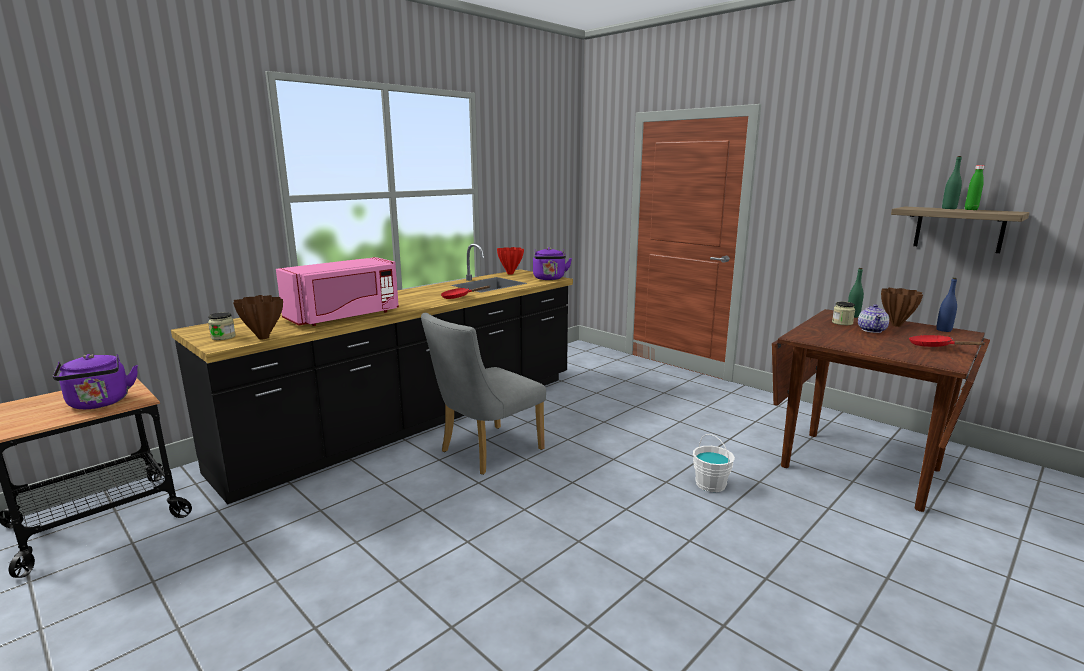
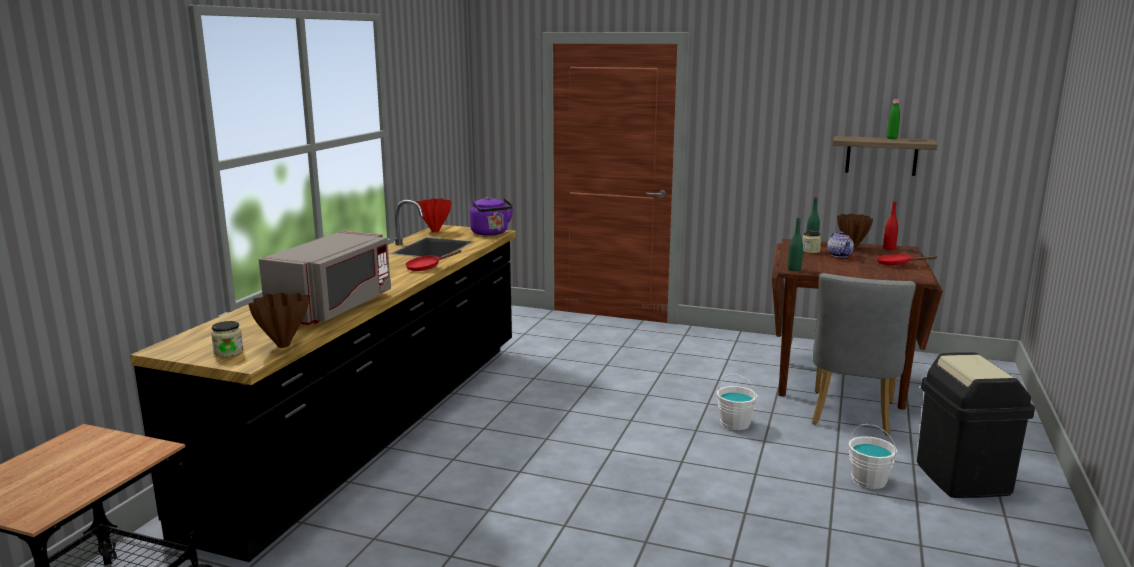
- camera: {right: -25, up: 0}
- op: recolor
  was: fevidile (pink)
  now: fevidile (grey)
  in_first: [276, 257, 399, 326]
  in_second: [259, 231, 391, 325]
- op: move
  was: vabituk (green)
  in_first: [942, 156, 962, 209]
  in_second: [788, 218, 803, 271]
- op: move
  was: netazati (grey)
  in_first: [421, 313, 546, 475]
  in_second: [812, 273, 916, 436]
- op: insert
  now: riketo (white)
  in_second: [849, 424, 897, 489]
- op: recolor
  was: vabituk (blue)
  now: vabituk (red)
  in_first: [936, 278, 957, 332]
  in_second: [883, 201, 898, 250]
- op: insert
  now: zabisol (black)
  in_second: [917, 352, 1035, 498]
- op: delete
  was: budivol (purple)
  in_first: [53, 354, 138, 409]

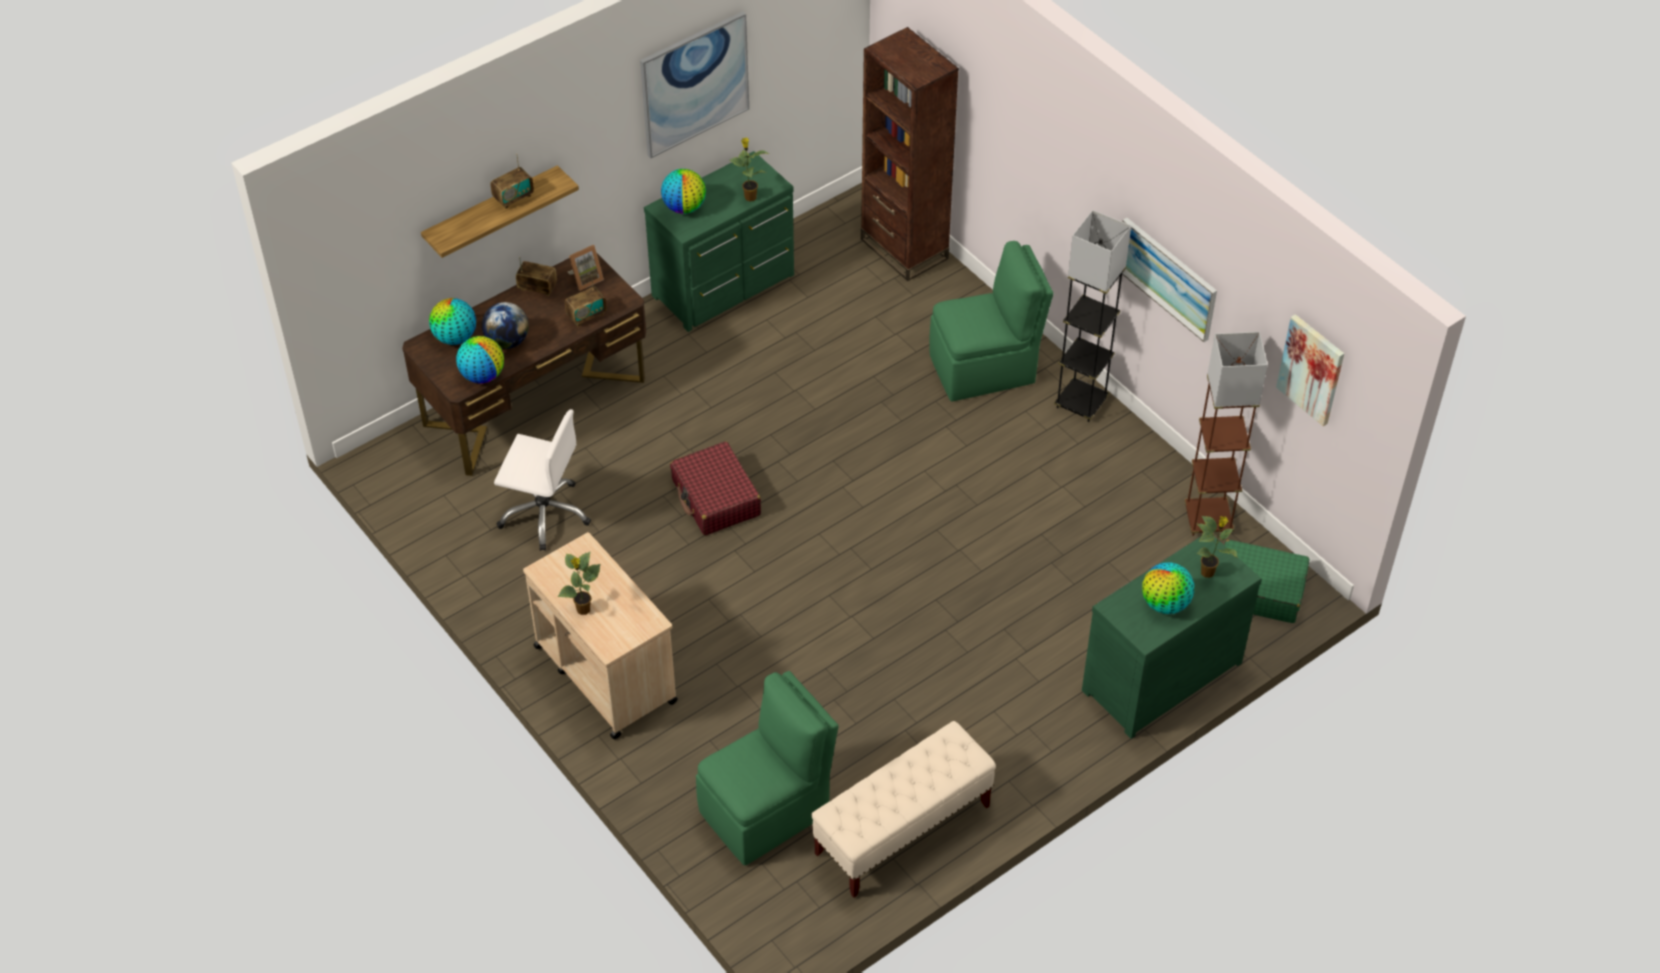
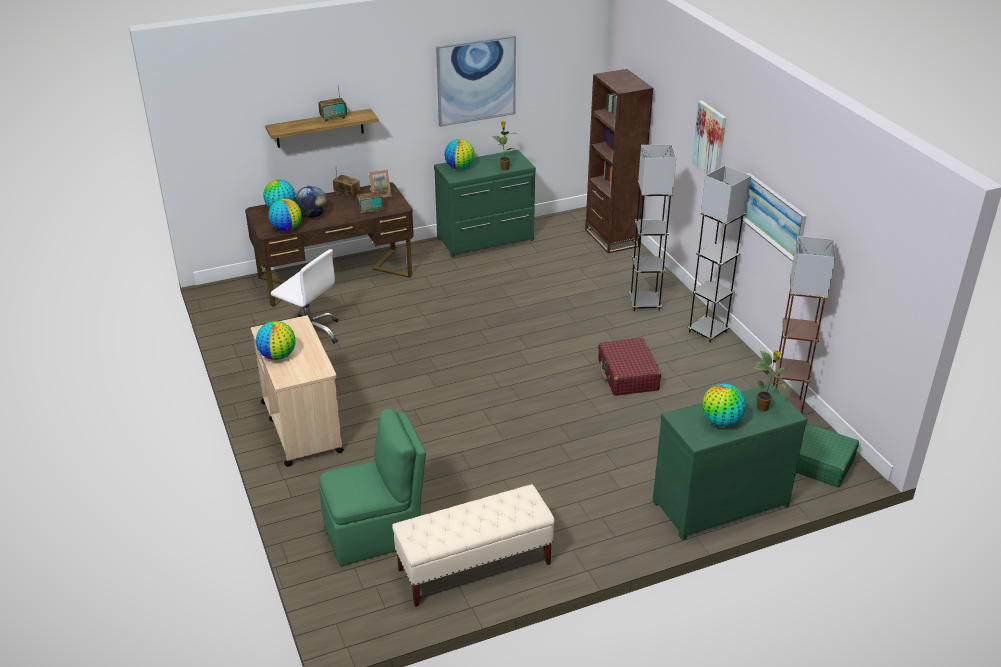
- camera: {right: 15, up: -15}
- op: replace
  was: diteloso
  now: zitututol
  in_first: [557, 551, 601, 615]
  in_second: [256, 321, 296, 360]
- op: move
  was: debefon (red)
  in_first: [670, 441, 761, 536]
  in_second: [598, 338, 661, 396]
- op: replace
  was: netazati (green)
  now: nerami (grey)
  in_first: [929, 241, 1054, 402]
  in_second: [629, 144, 676, 311]
- op: move
  was: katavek
  in_first: [1276, 314, 1344, 426]
  in_second: [692, 101, 726, 175]

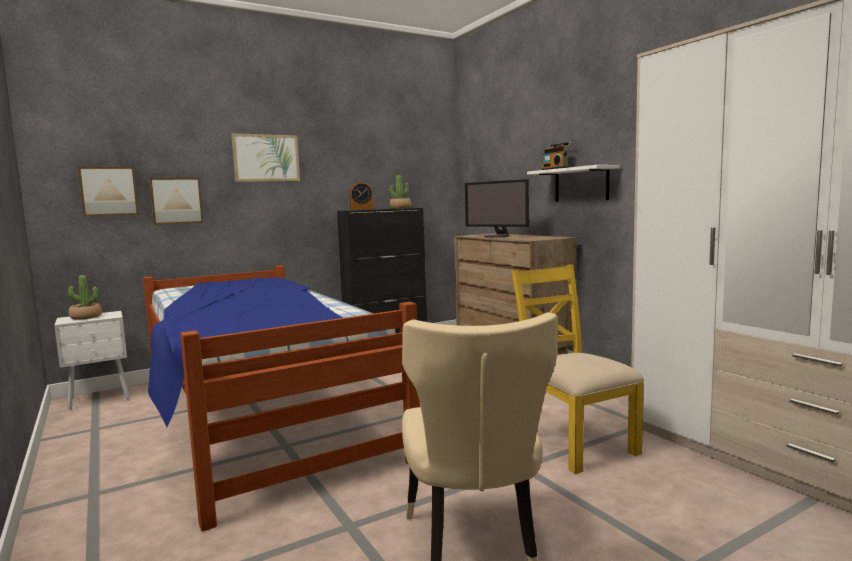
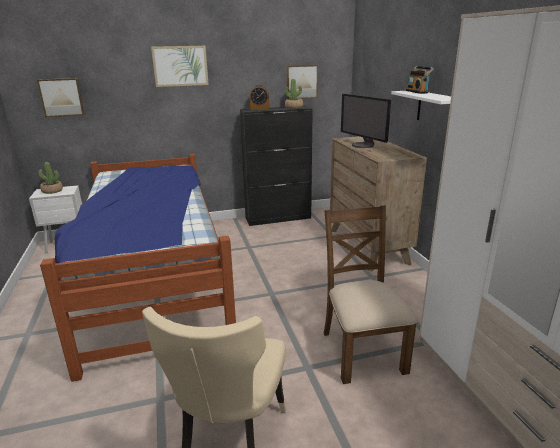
- camera: {right: 15, up: 15}
- op: move
  was: katavek
  in_first: [149, 178, 203, 225]
  in_second: [286, 65, 318, 99]
- op: recolor
  was: netazati (yellow)
  now: netazati (brown)
  in_first: [512, 264, 644, 474]
  in_second: [324, 205, 417, 384]

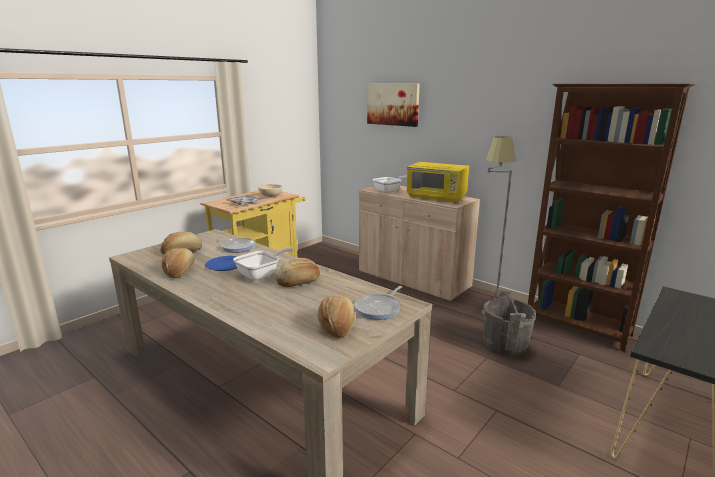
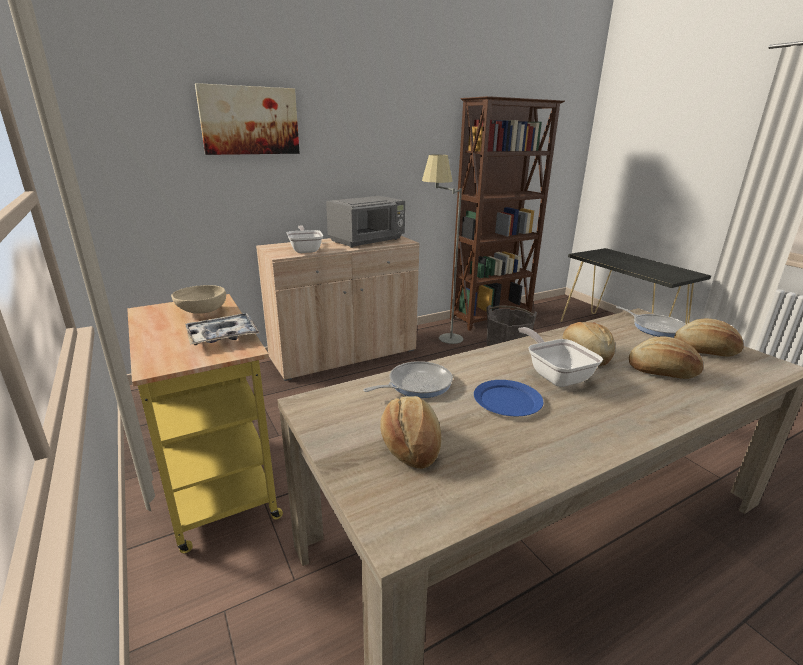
- camera: {right: -70, up: 5}
- op: recolor
  was: fevidile (yellow)
  now: fevidile (grey)
  in_first: [406, 162, 469, 203]
  in_second: [326, 196, 405, 248]
- op: move
  was: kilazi
  in_first: [161, 248, 195, 278]
  in_second: [629, 336, 703, 379]

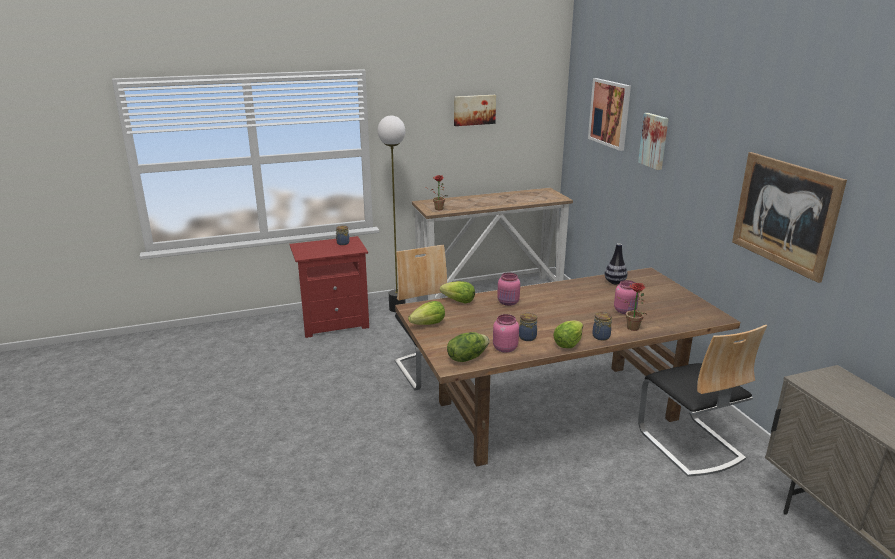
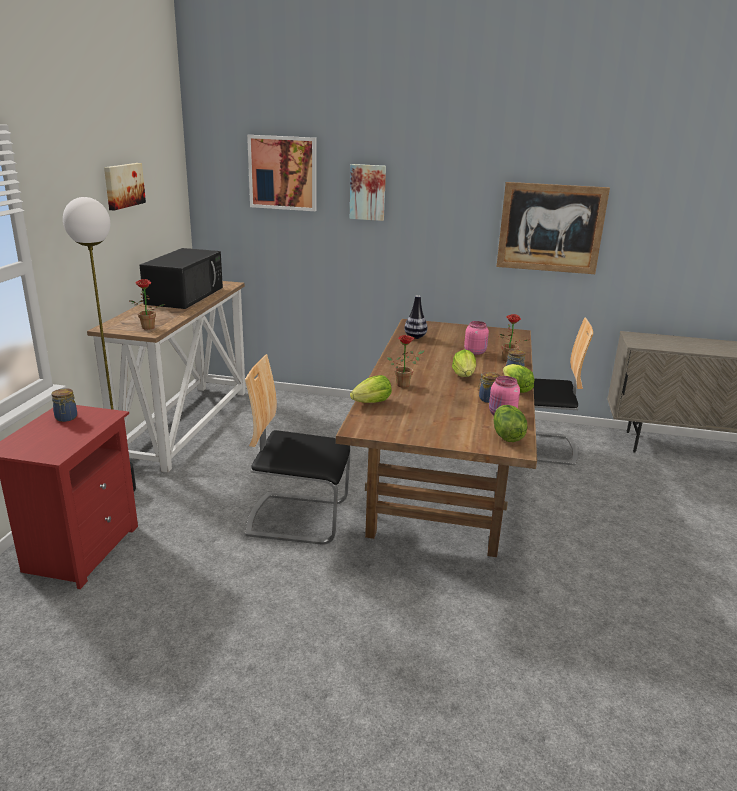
- camera: {right: -60, up: 0}
- op: insert
  now: fevidile (black)
  in_second: [139, 248, 223, 309]
- op: replace
  was: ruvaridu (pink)
  now: diteloso
  in_first: [497, 272, 520, 306]
  in_second: [387, 335, 425, 388]
- op: move
  was: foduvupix
  in_first: [408, 301, 445, 325]
  in_second: [452, 349, 476, 377]

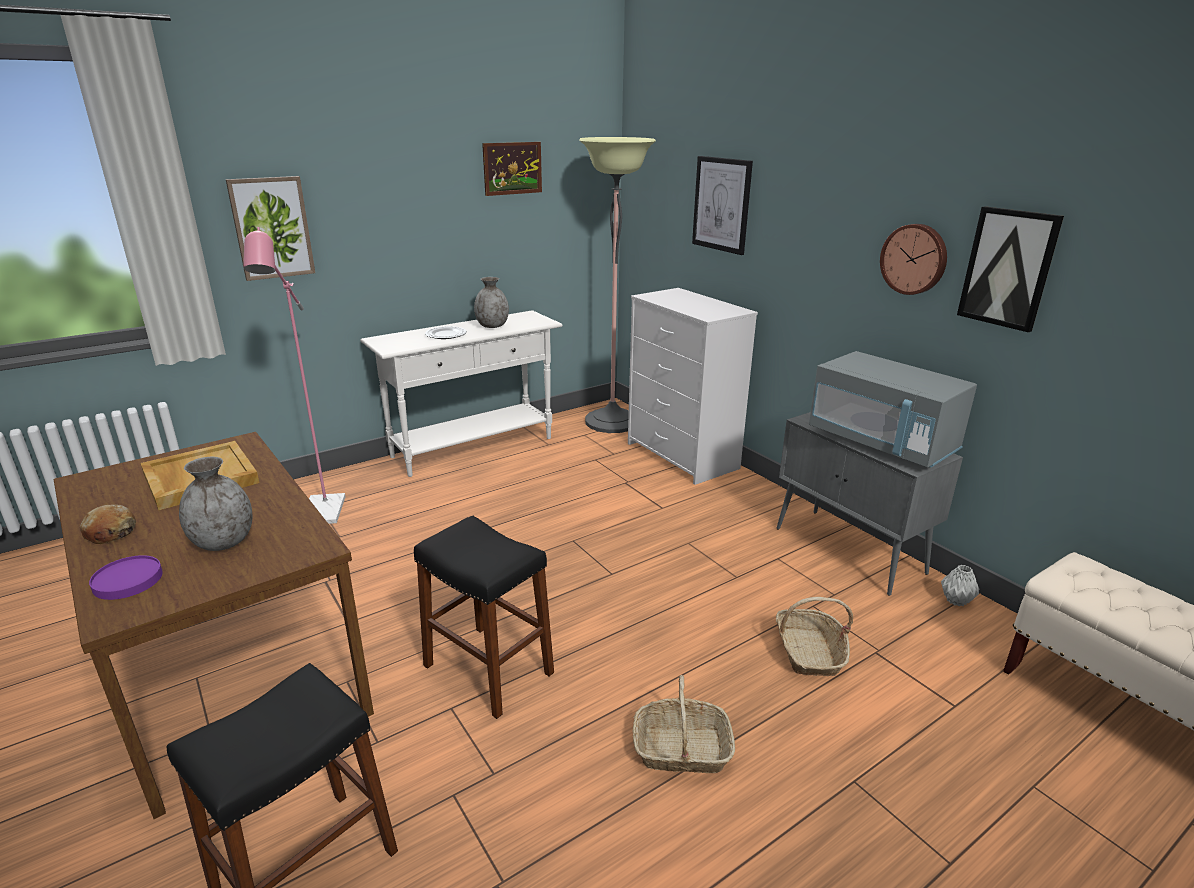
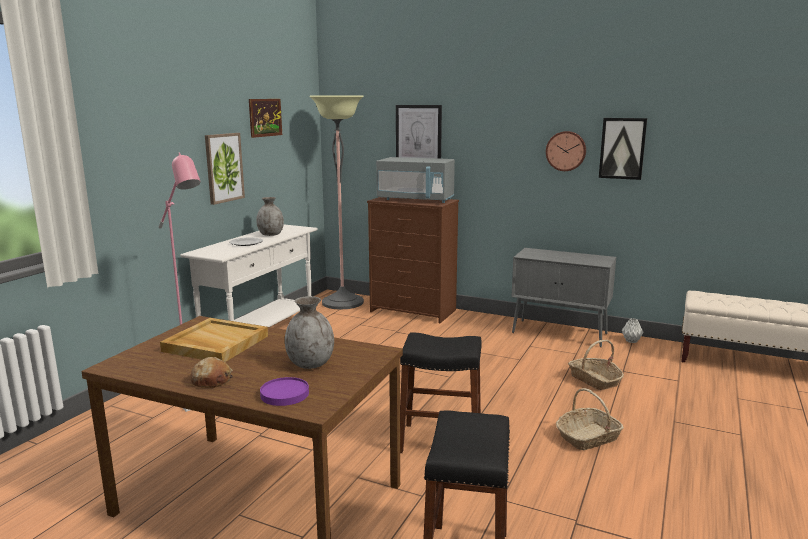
- camera: {right: -30, up: -10}
- op: move
  was: katavek
  in_first: [226, 176, 315, 281]
  in_second: [205, 133, 245, 205]
- op: recolor
  was: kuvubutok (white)
  now: kuvubutok (brown)
  in_first: [628, 288, 758, 485]
  in_second: [367, 197, 459, 323]
- op: move
  was: fevidile (grey)
  in_first: [809, 351, 977, 468]
  in_second: [376, 157, 455, 203]

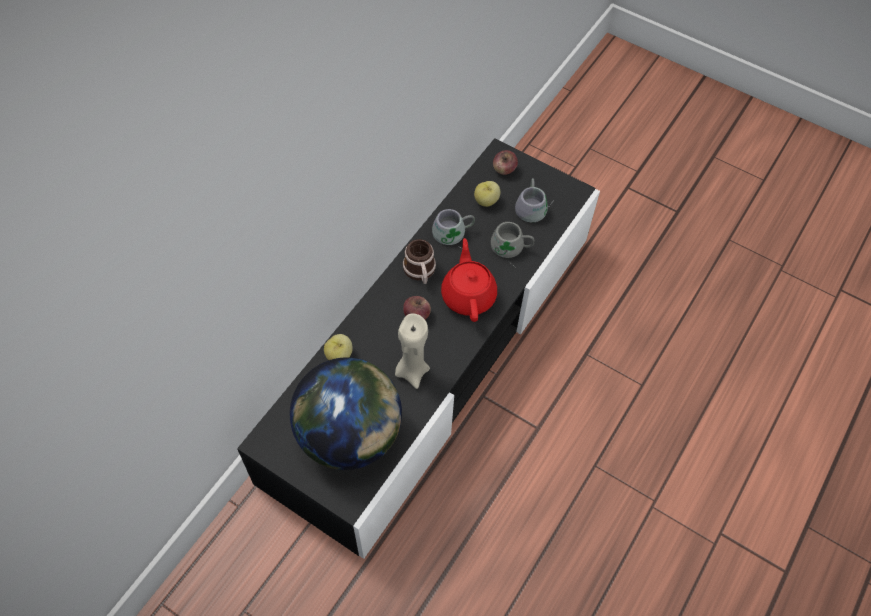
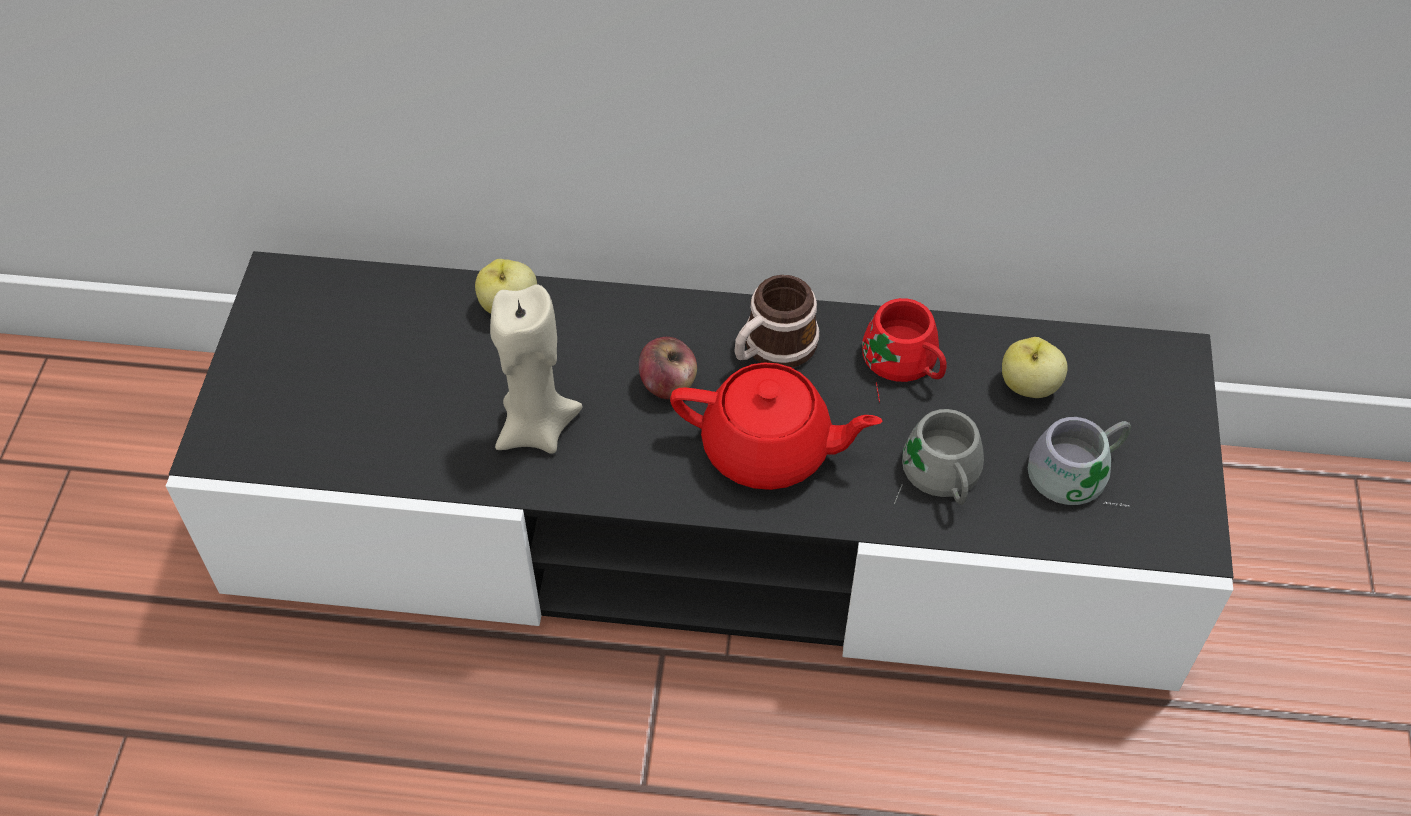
- camera: {right: 65, up: -5}
- op: rotate
  was: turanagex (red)
  in_first: [441, 238, 497, 322]
  in_second: [670, 362, 882, 490]
  clockwise: 45
- op: recolor
  was: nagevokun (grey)
  now: nagevokun (red)
  in_first: [432, 209, 475, 249]
  in_second: [862, 298, 947, 402]
- op: delete
  was: zitututol
  in_first: [290, 357, 402, 470]
- op: delete
  was: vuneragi
  in_first: [493, 150, 518, 175]

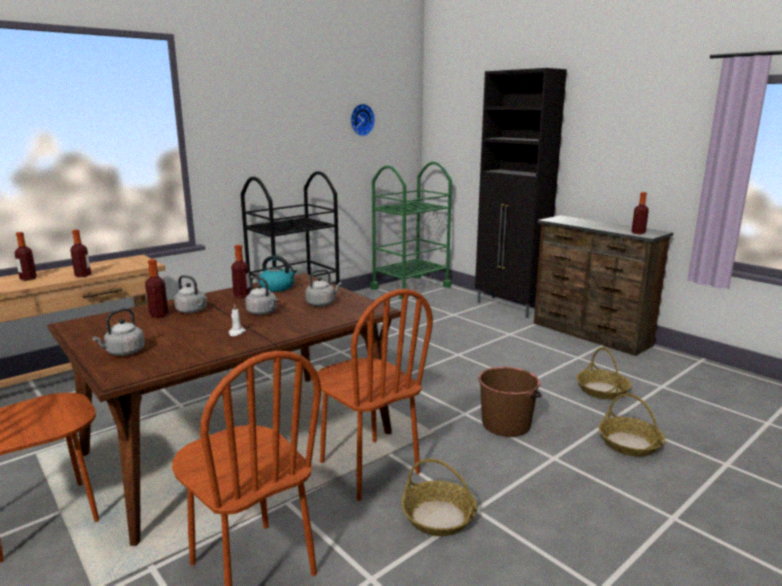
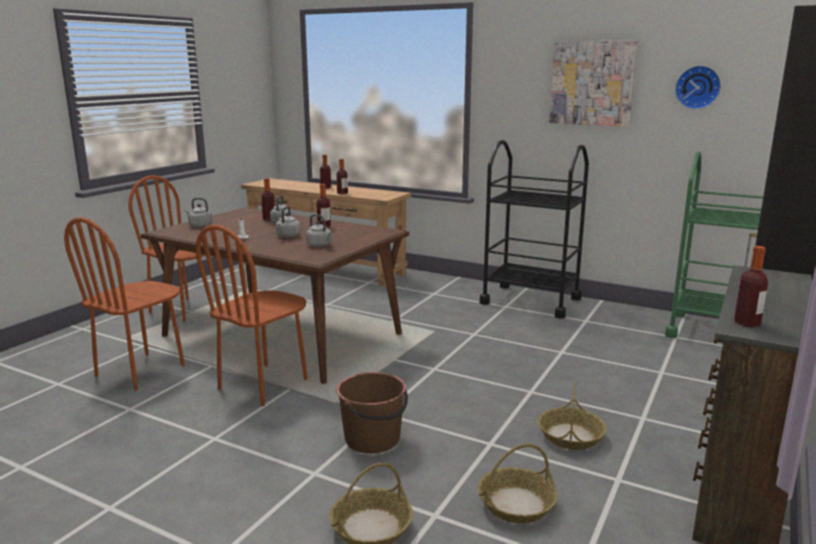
- camera: {right: 70, up: 0}
- op: move
  was: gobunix
  in_first: [401, 459, 477, 536]
  in_second: [538, 382, 607, 450]
- op: insert
  now: katavek
  in_second: [549, 40, 638, 127]
- op: delete
  was: budivol
  in_first: [259, 255, 297, 292]

